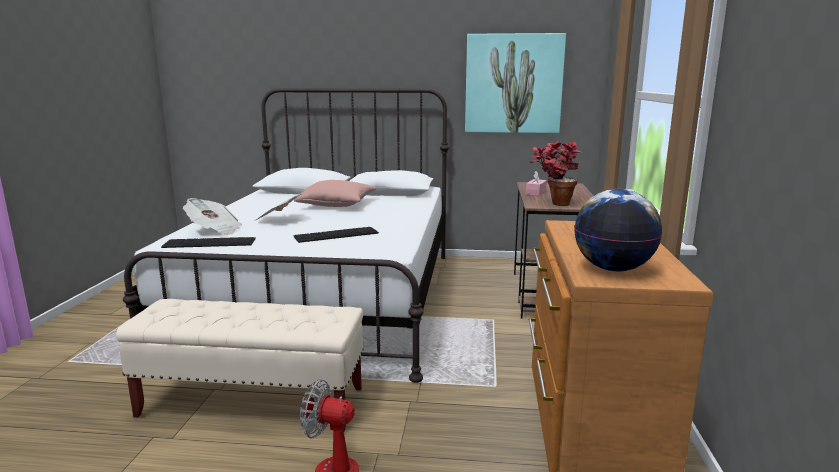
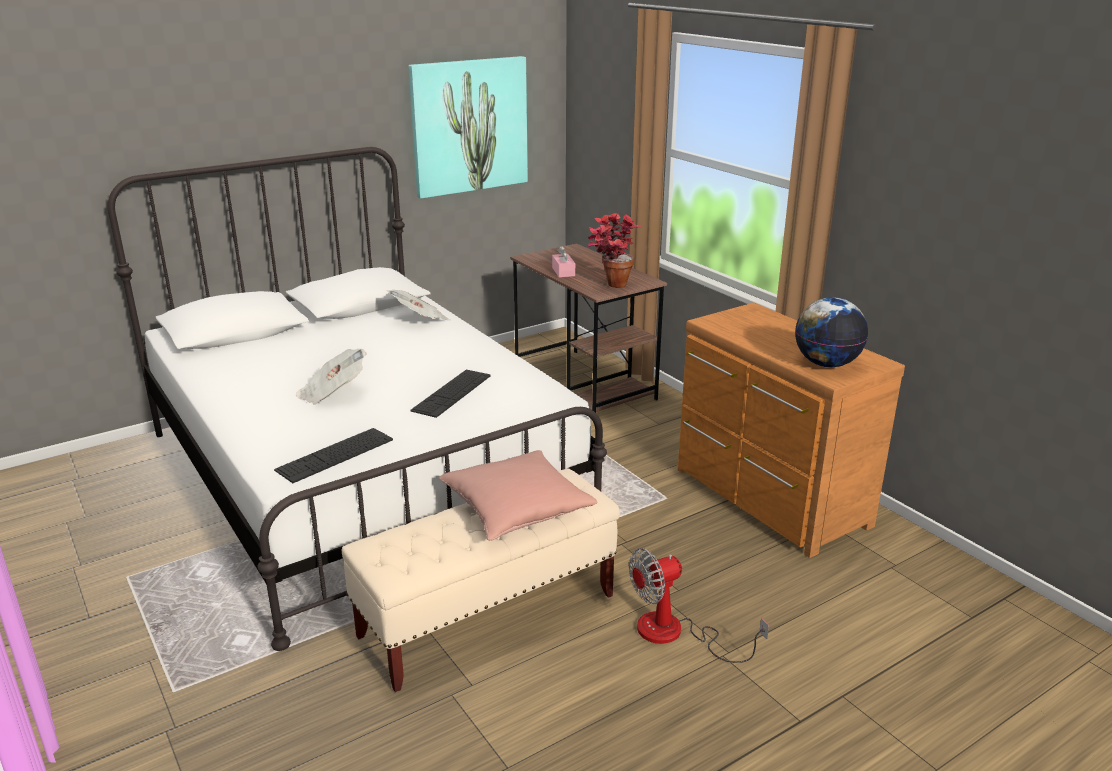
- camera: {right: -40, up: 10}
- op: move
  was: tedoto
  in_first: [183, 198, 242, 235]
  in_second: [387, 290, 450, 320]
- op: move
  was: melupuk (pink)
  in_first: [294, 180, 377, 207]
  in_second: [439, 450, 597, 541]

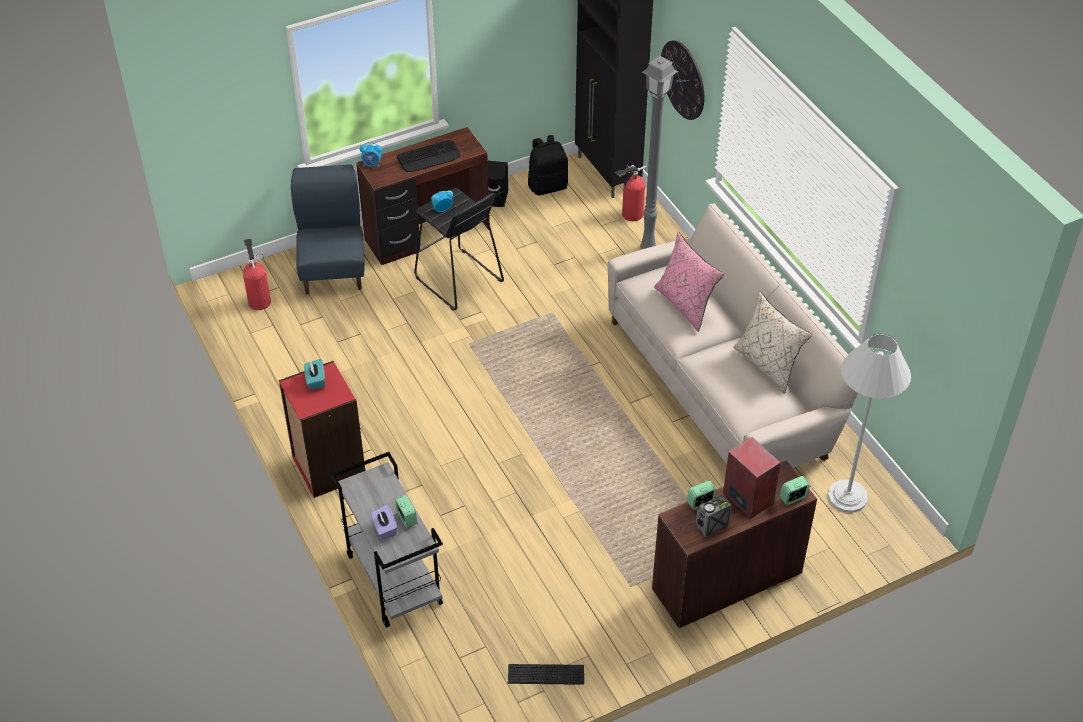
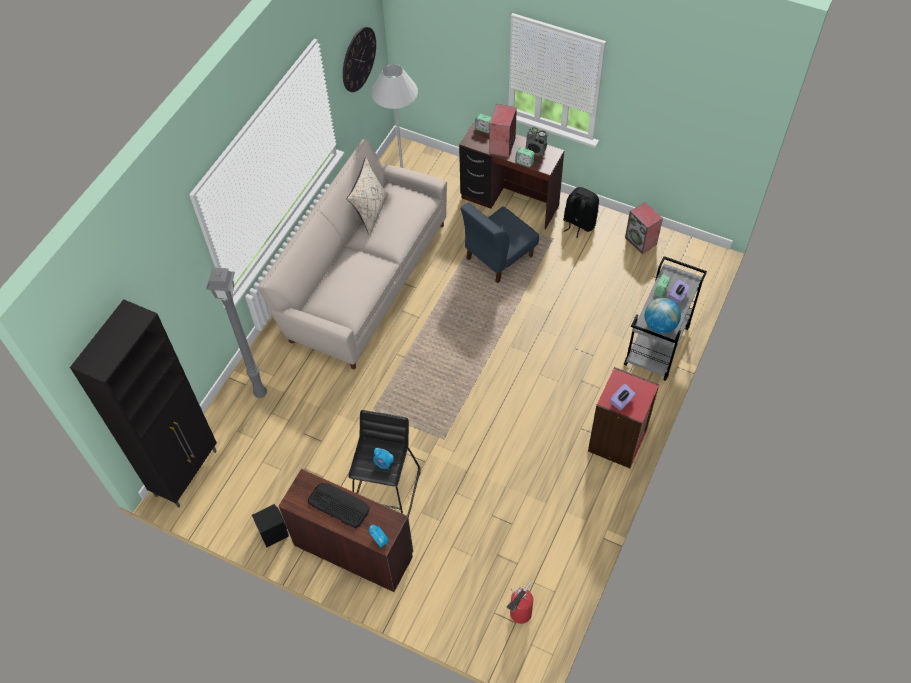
- camera: {right: -125, up: 10}
- op: move
  was: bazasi
  in_first: [661, 40, 704, 120]
  in_second: [343, 27, 376, 92]
- op: move
  was: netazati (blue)
  in_first: [291, 164, 365, 294]
  in_second: [461, 203, 539, 283]
- op: move
  was: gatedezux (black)
  in_first: [528, 135, 568, 195]
  in_second: [563, 187, 599, 238]
- op: recolor
  was: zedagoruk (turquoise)
  now: zedagoruk (purple)
  in_first: [304, 359, 325, 390]
  in_second: [610, 384, 636, 411]
- op: replace
  was: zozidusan
  now: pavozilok
  in_first: [508, 664, 584, 685]
  in_second: [625, 202, 663, 254]
- op: insert
  now: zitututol
  in_second: [645, 298, 681, 333]
- op: delete
  was: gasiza
  in_first: [615, 165, 647, 221]
- op: delete
  was: melupuk (pink)
  in_first: [654, 232, 724, 332]

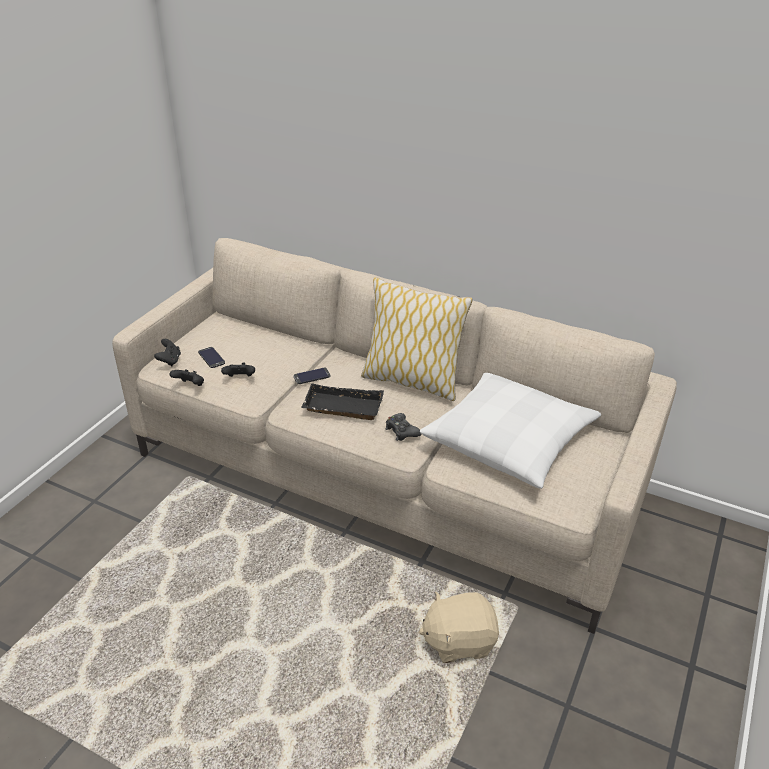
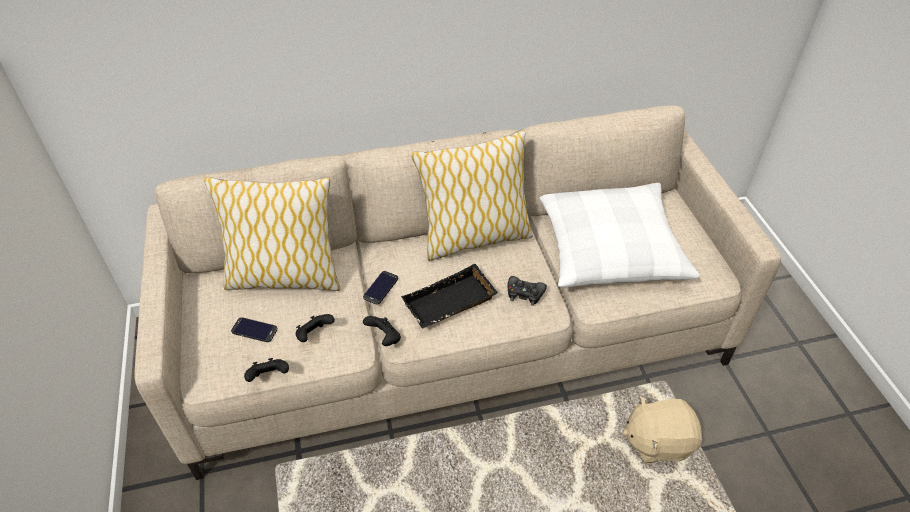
- camera: {right: -40, up: 10}
- op: insert
  now: melupuk
  in_second: [204, 177, 340, 291]
- op: move
  was: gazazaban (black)
  in_first: [154, 339, 181, 366]
  in_second: [363, 316, 401, 346]
- op: rotate
  was: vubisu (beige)
  in_first: [419, 591, 499, 663]
  in_second: [622, 396, 702, 463]
  clockwise: 45

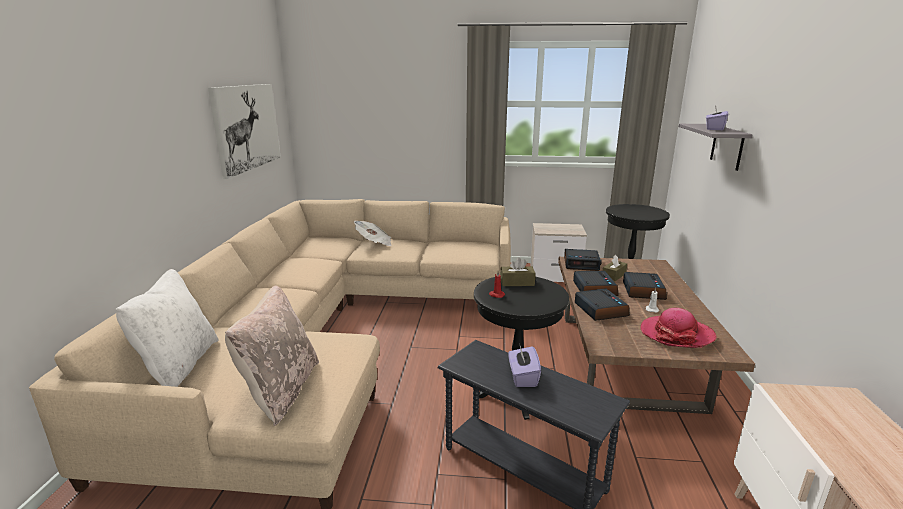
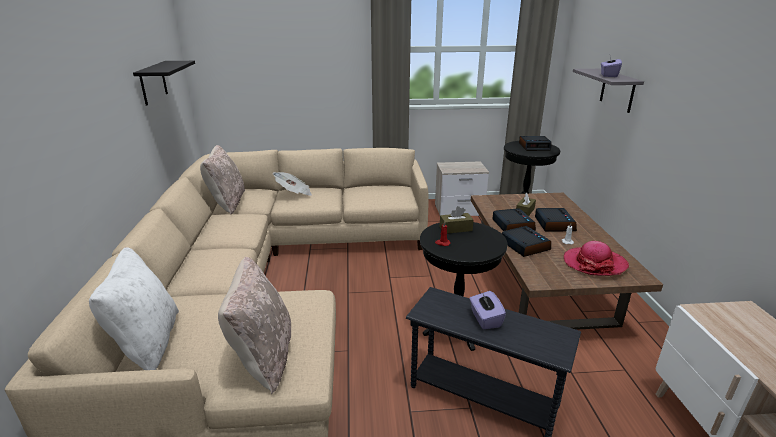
- camera: {right: -10, up: 5}
- op: replace
  was: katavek
  now: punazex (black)
  in_first: [208, 84, 281, 179]
  in_second: [133, 61, 195, 106]
- op: insert
  now: melupuk (beige)
  in_second: [200, 145, 245, 215]
- op: move
  was: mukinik
  in_first: [564, 249, 602, 271]
  in_second: [519, 136, 552, 151]

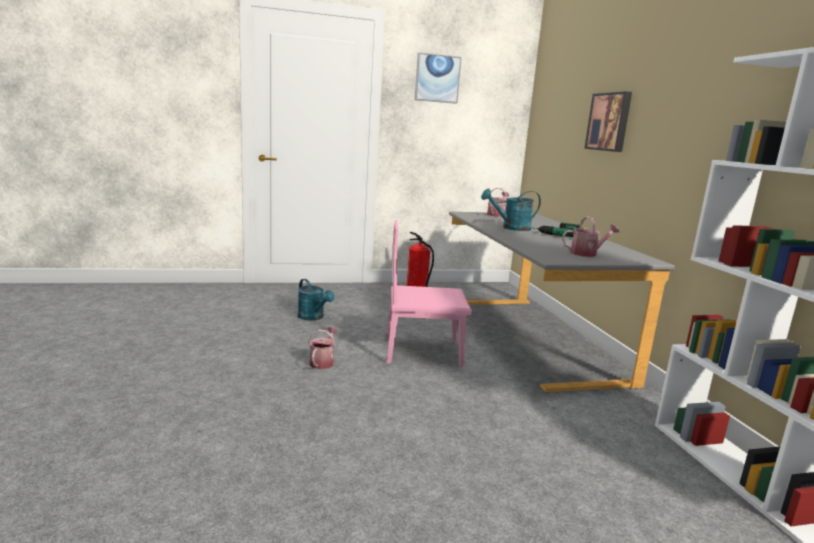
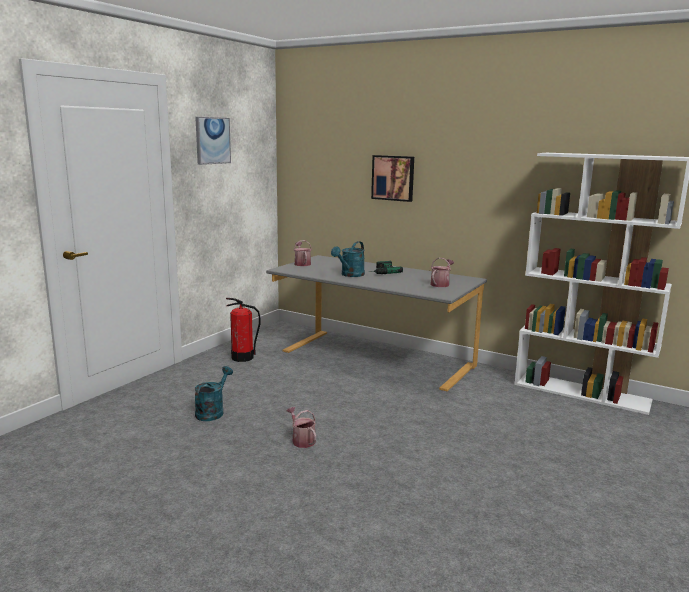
- camera: {right: -45, up: 0}
- op: rotate
  was: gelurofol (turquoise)
  in_first: [298, 279, 335, 321]
  in_second: [194, 366, 233, 421]
  clockwise: -75
- op: delete
  was: netazati (pink)
  in_first: [387, 220, 472, 367]

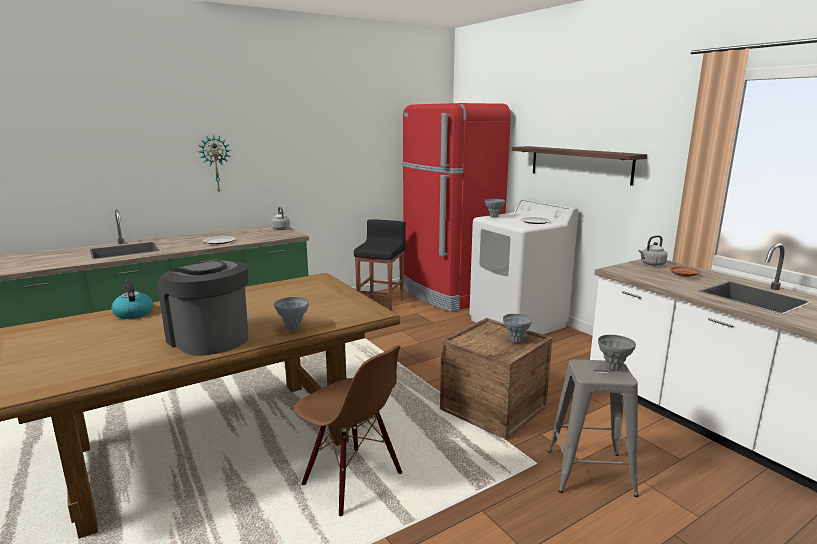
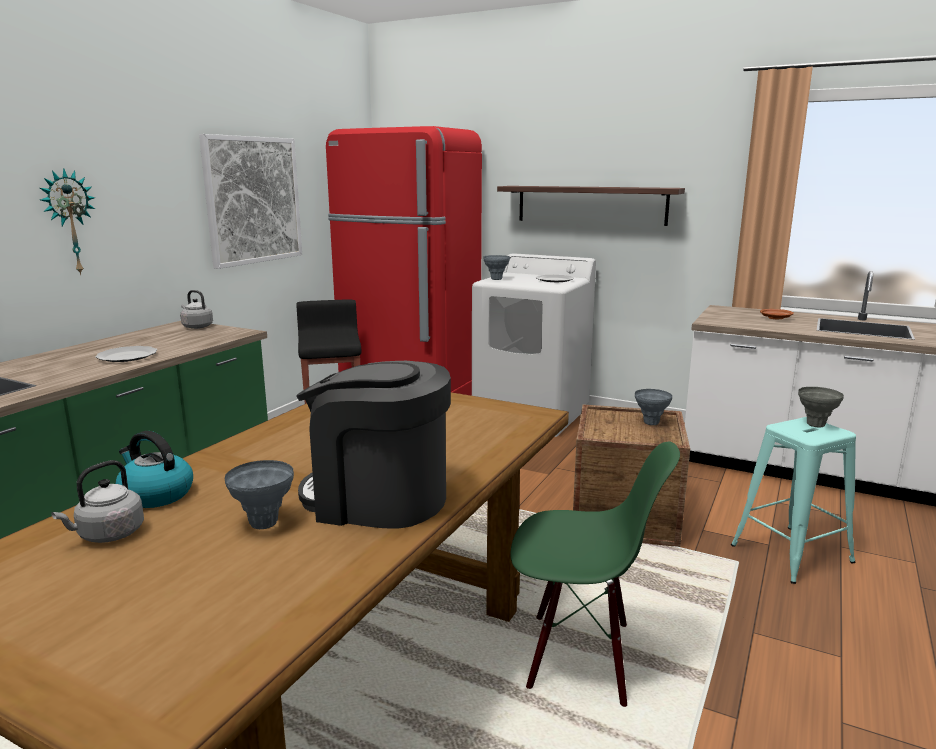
- camera: {right: -30, up: 0}
- op: move
  was: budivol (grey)
  in_first: [639, 235, 667, 266]
  in_second: [51, 460, 144, 543]
- op: insert
  now: katavek
  in_second: [199, 134, 302, 269]
- op: move
  was: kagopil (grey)
  in_first: [274, 297, 309, 331]
  in_second: [225, 460, 294, 529]
- op: recolor
  was: netazati (brown)
  now: netazati (green)
  in_first: [293, 346, 403, 517]
  in_second: [511, 441, 680, 707]
- op: recolor
  was: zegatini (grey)
  now: zegatini (turquoise)
  in_first: [547, 359, 639, 497]
  in_second: [731, 417, 856, 584]

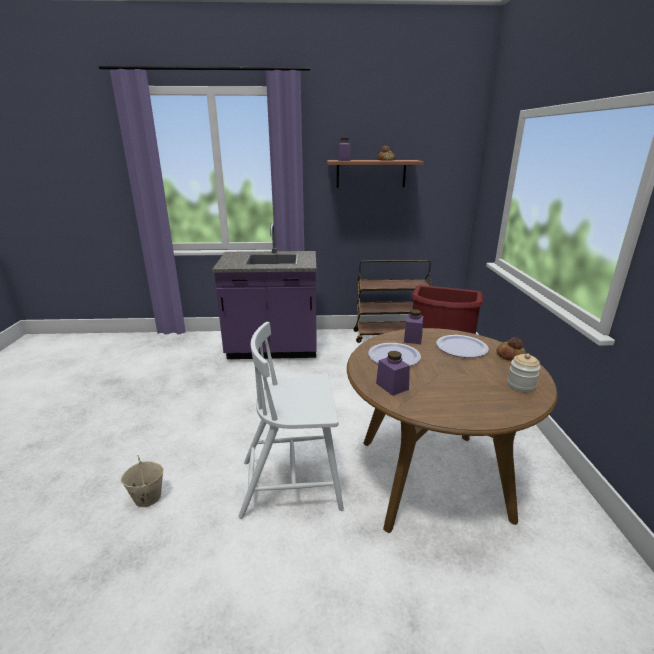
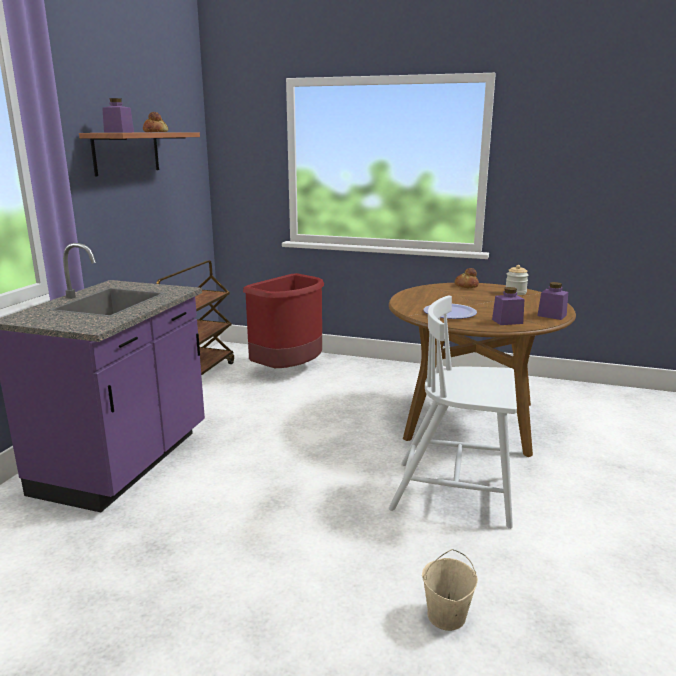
- camera: {right: -70, up: -5}
- op: rotate
  was: netazati (white)
  in_first: [238, 322, 344, 519]
  in_second: [389, 296, 517, 529]
  clockwise: 90
- op: move
  was: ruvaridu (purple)
  in_first: [404, 309, 423, 344]
  in_second: [537, 282, 568, 320]
- op: delete
  was: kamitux
  in_first: [436, 335, 489, 358]

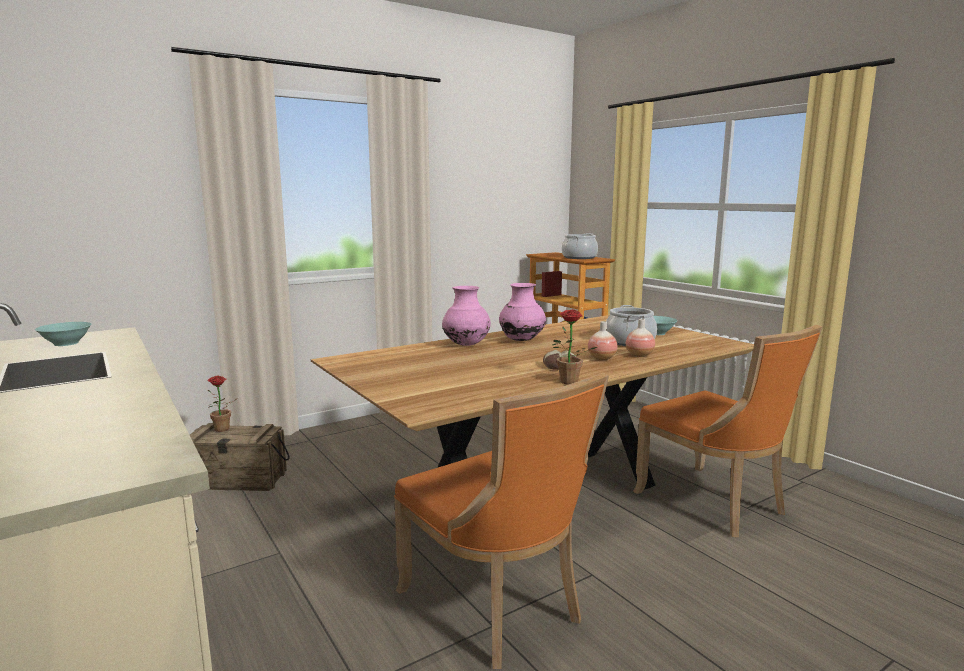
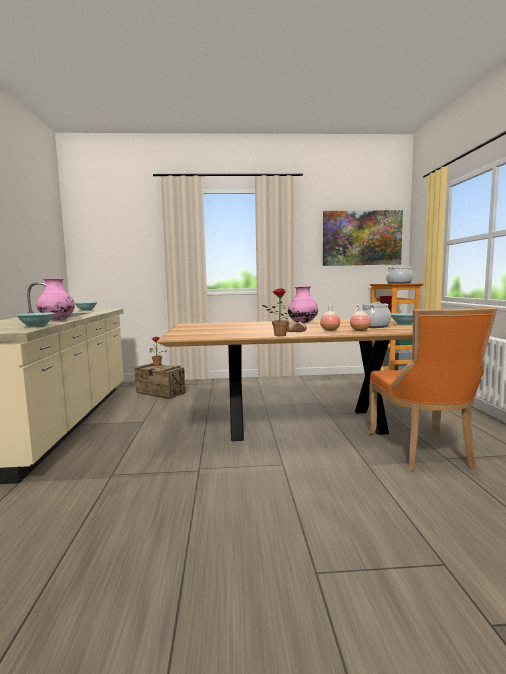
- camera: {right: 30, up: -5}
- op: insert
  now: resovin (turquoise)
  in_second: [16, 313, 55, 328]
- op: move
  was: kagopil (pink)
  in_first: [442, 286, 491, 346]
  in_second: [36, 279, 75, 321]
- op: insert
  now: katavek
  in_second: [323, 210, 403, 266]
- op: delete
  was: netazati (orange)
  in_first: [394, 373, 609, 669]

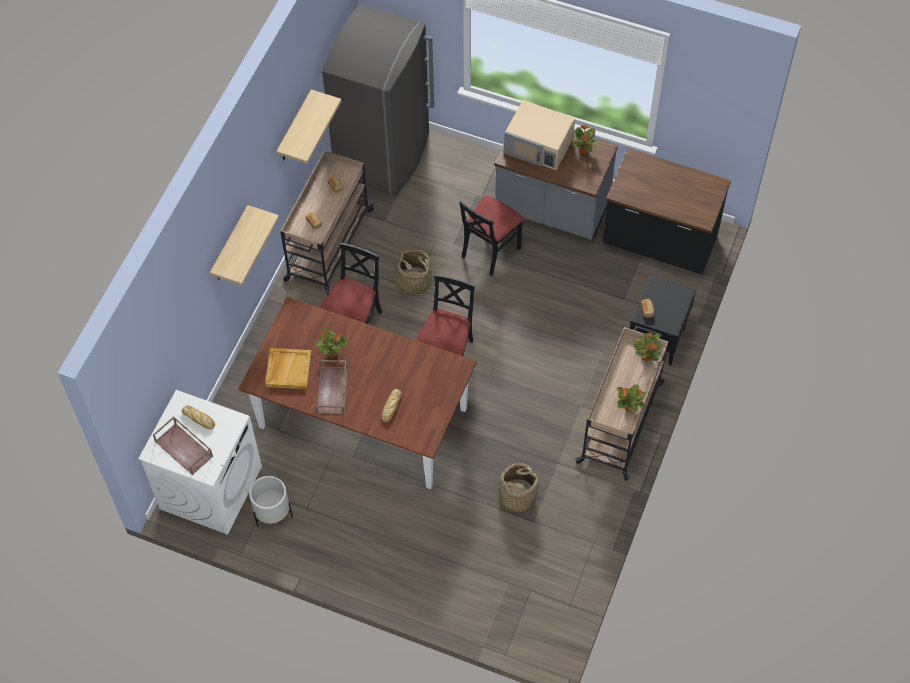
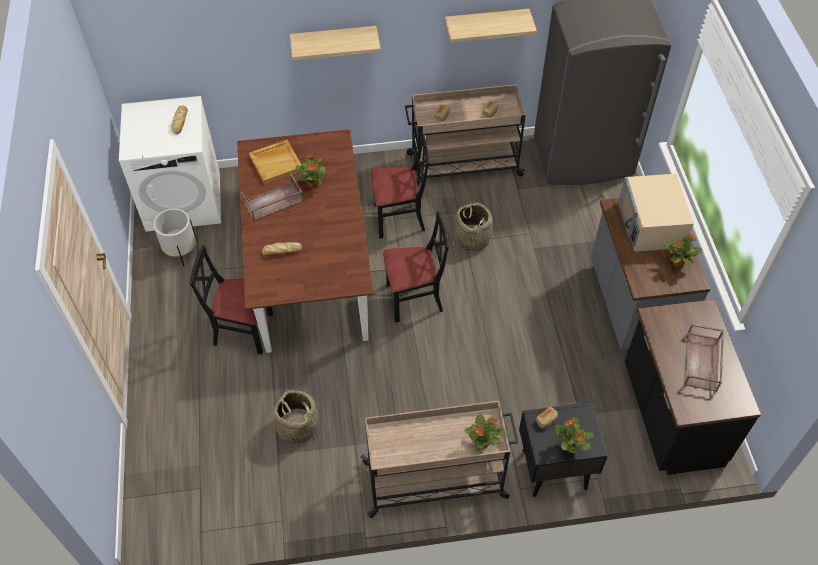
- camera: {right: 60, up: -5}
- op: move
  was: netazati (black)
  in_first: [459, 195, 524, 276]
  in_second: [190, 245, 273, 354]
- op: move
  was: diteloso
  in_first: [617, 384, 646, 412]
  in_second: [556, 417, 594, 453]
- op: move
  was: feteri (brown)
  in_first: [153, 416, 213, 475]
  in_second: [684, 324, 724, 392]

